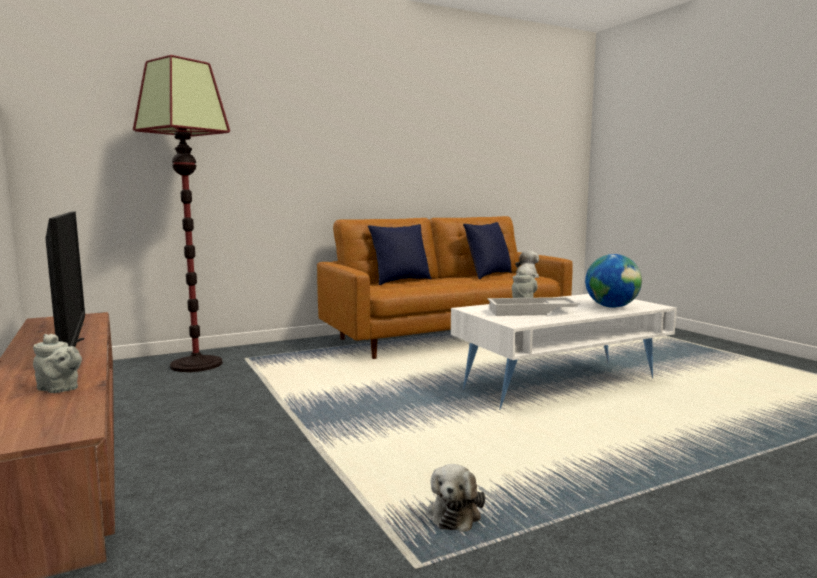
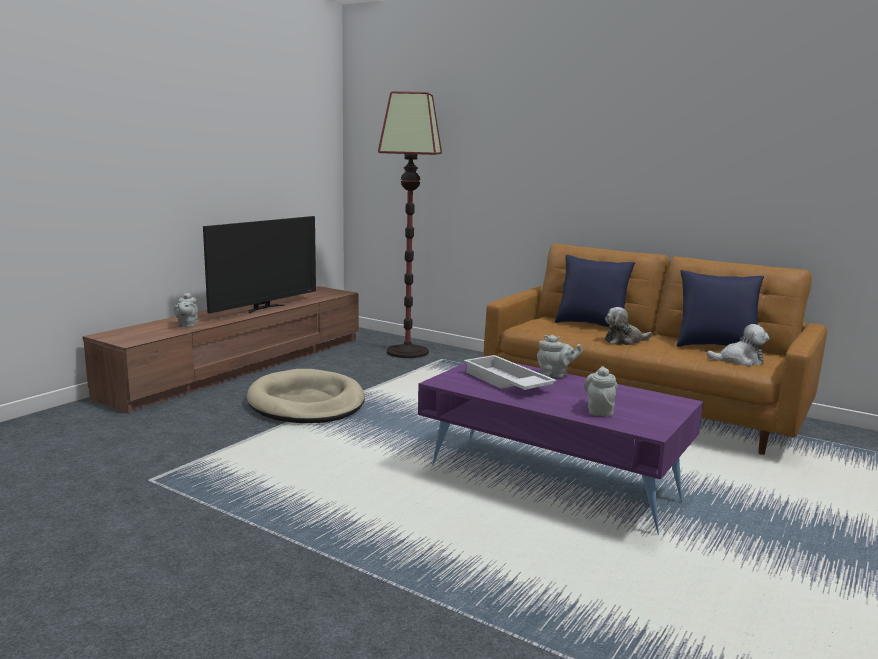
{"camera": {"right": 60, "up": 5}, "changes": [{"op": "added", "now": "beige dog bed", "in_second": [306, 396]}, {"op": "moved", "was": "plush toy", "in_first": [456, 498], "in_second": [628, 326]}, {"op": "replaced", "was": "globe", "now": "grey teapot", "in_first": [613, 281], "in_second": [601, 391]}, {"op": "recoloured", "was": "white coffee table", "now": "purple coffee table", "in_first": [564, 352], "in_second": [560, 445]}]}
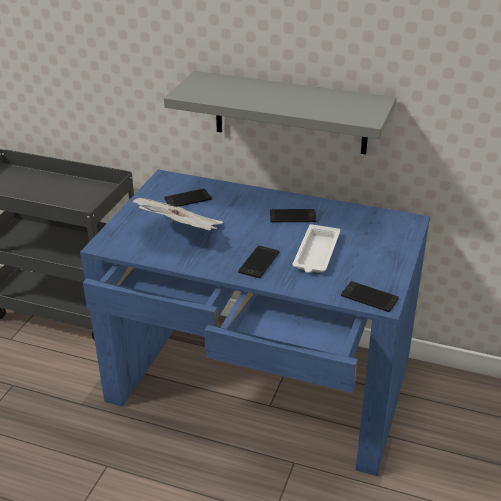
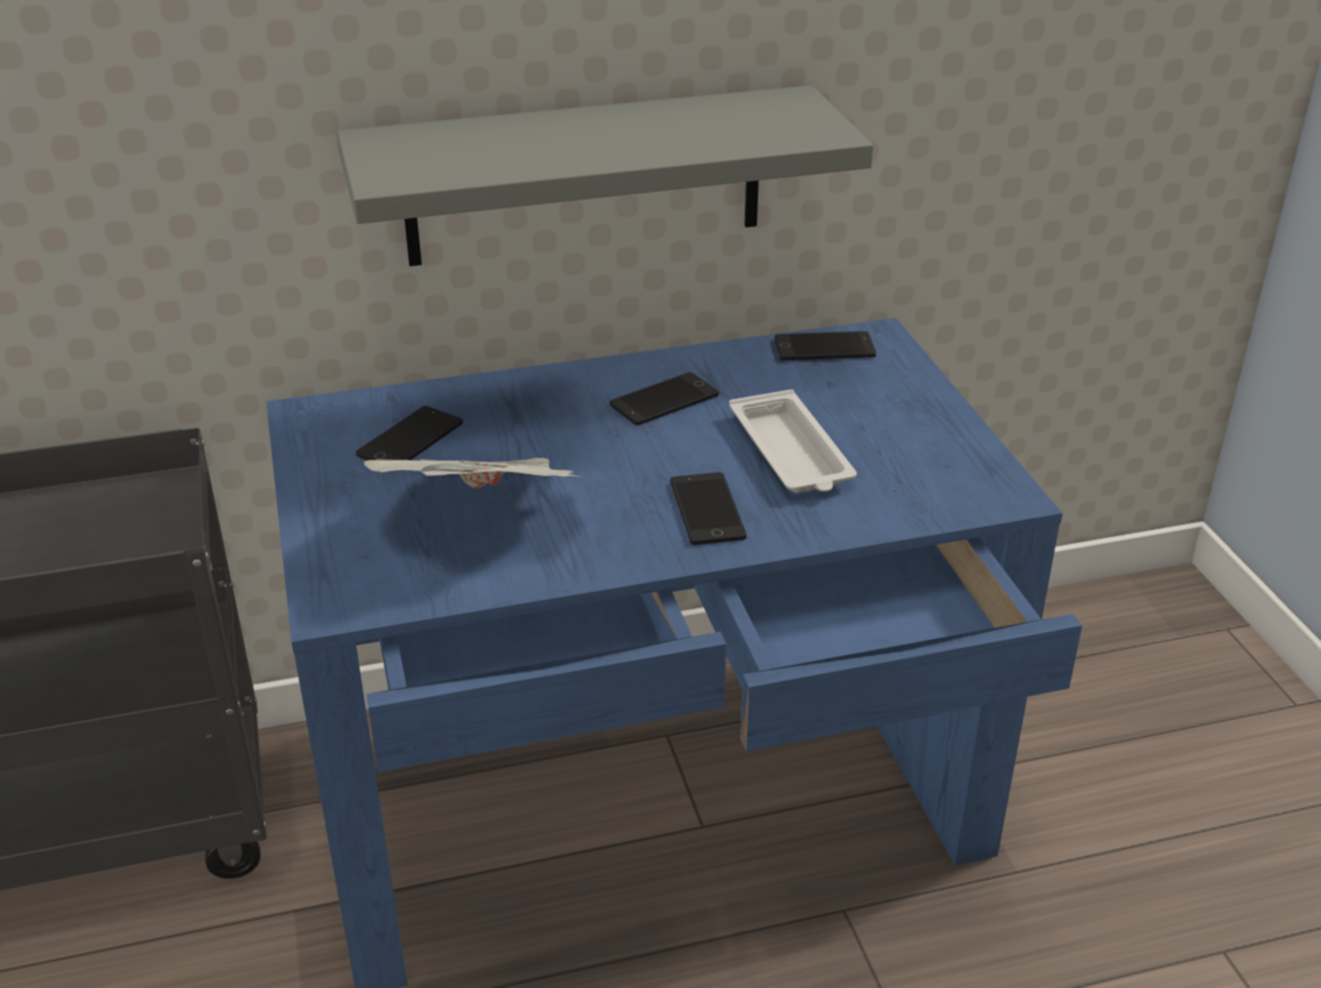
{"camera": {"right": -35, "up": 0}, "changes": [{"op": "moved", "was": "phone", "in_first": [370, 296], "in_second": [825, 346]}]}
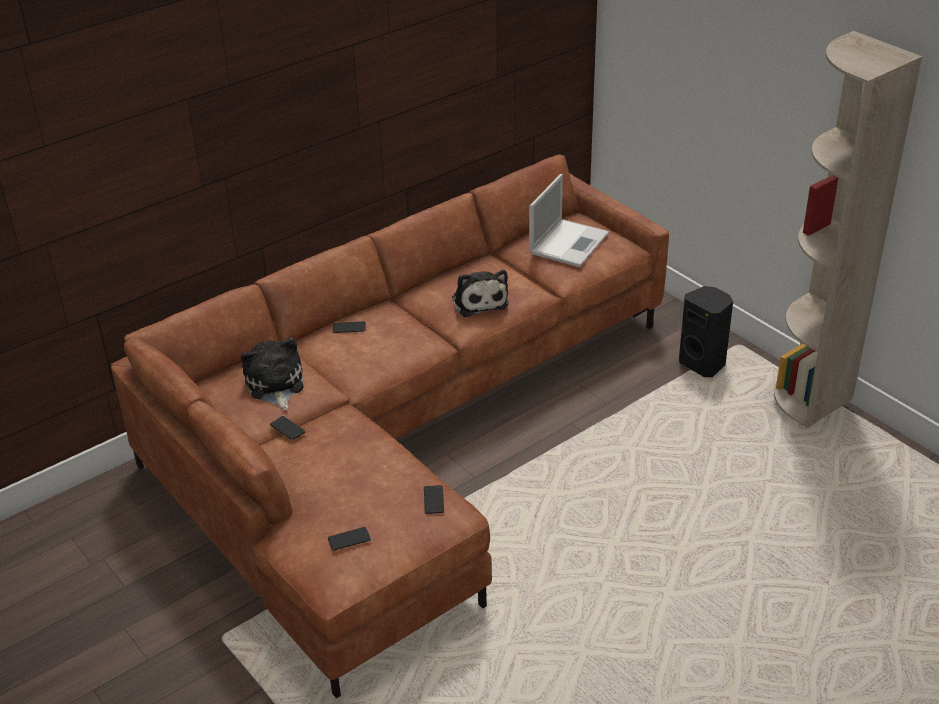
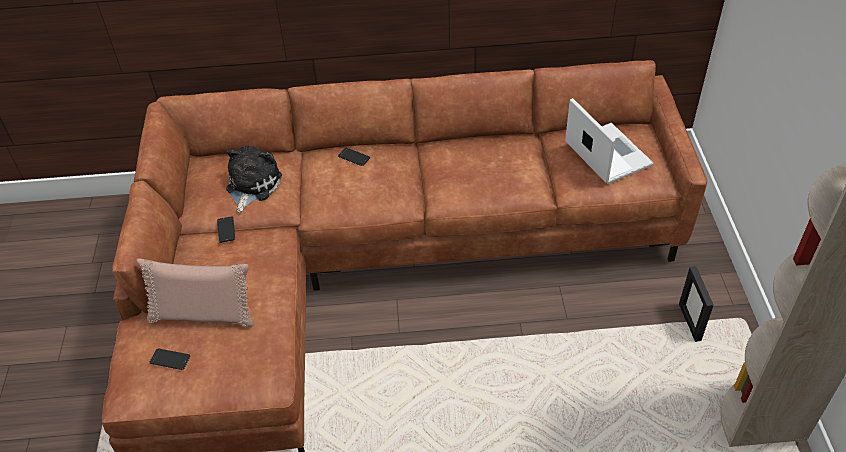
{"camera": {"right": 35, "up": 10}, "changes": [{"op": "removed", "was": "phone", "in_first": [434, 499]}, {"op": "removed", "was": "plush toy", "in_first": [480, 293]}, {"op": "added", "now": "beige pillow", "in_second": [195, 292]}, {"op": "replaced", "was": "black speaker", "now": "picture frame", "in_first": [706, 331], "in_second": [696, 304]}, {"op": "turned", "was": "laptop", "in_first": [569, 220], "in_second": [609, 141], "clockwise": -90}]}
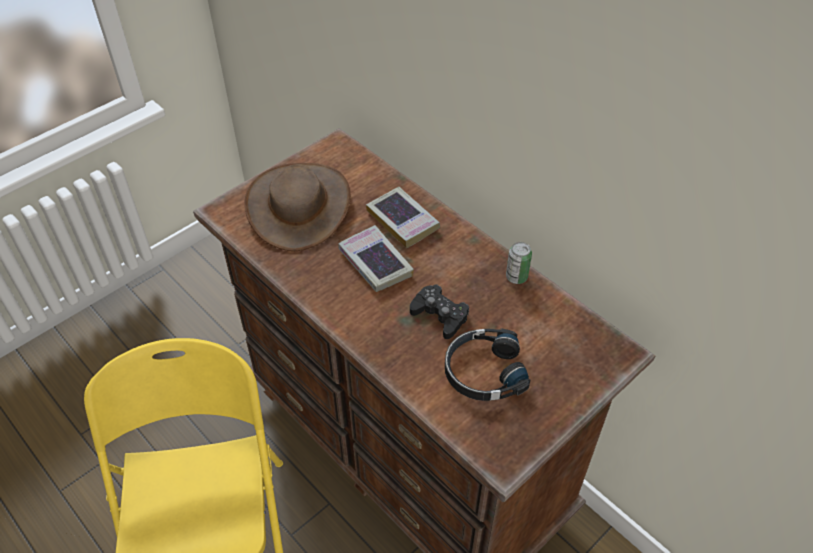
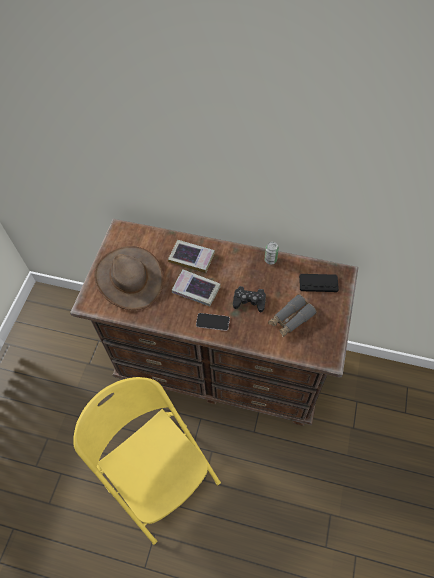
{"camera": {"right": -30, "up": 10}, "changes": [{"op": "added", "now": "phone", "in_second": [213, 322]}, {"op": "added", "now": "black game controller", "in_second": [319, 283]}, {"op": "replaced", "was": "black headphones", "now": "grey binoculars", "in_first": [487, 364], "in_second": [292, 315]}]}
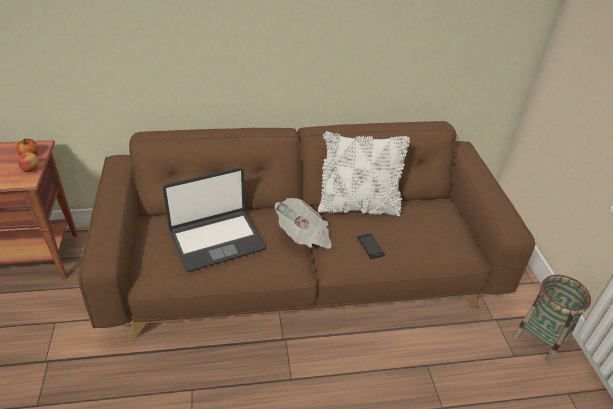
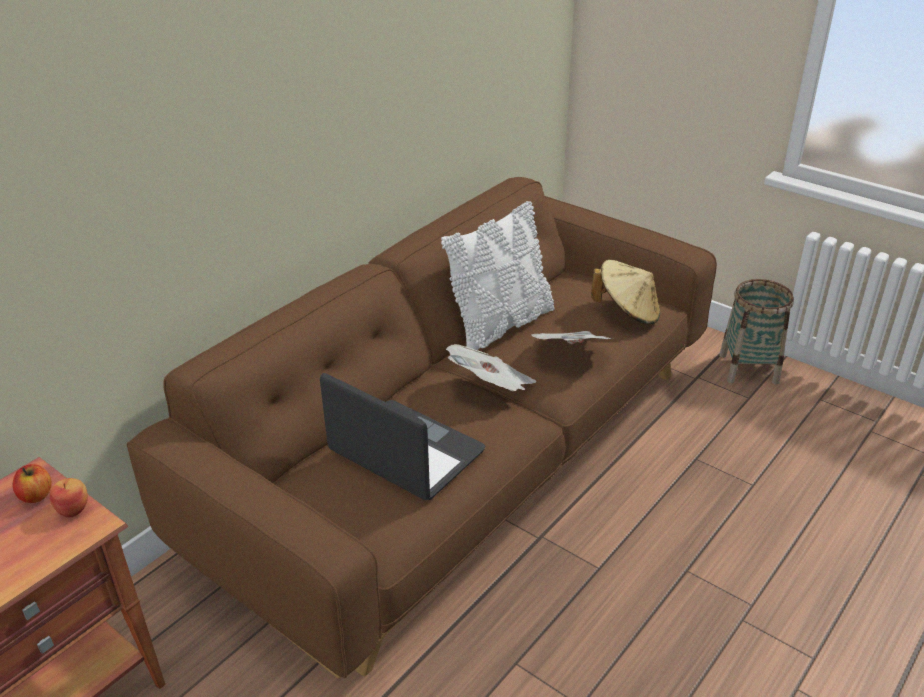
{"camera": {"right": -40, "up": -5}, "changes": [{"op": "added", "now": "beige hat", "in_second": [625, 292]}, {"op": "replaced", "was": "phone", "now": "newspaper", "in_first": [371, 246], "in_second": [571, 337]}, {"op": "turned", "was": "laptop", "in_first": [214, 219], "in_second": [402, 436], "clockwise": -75}]}
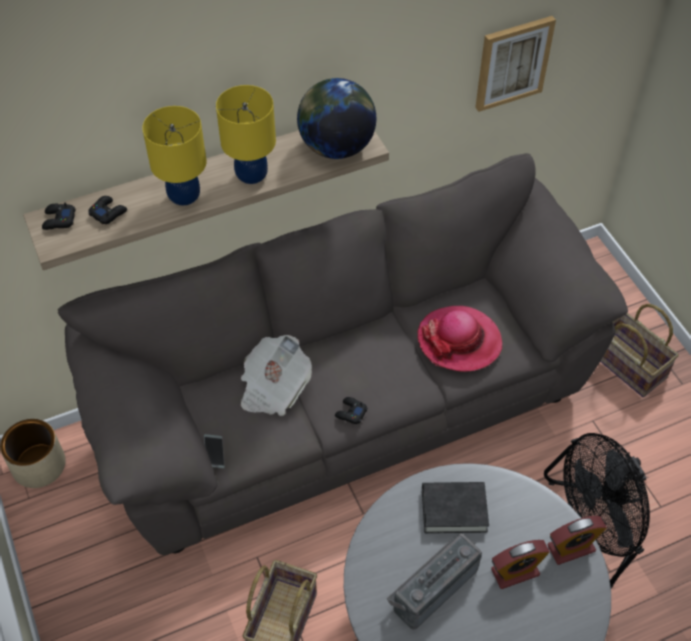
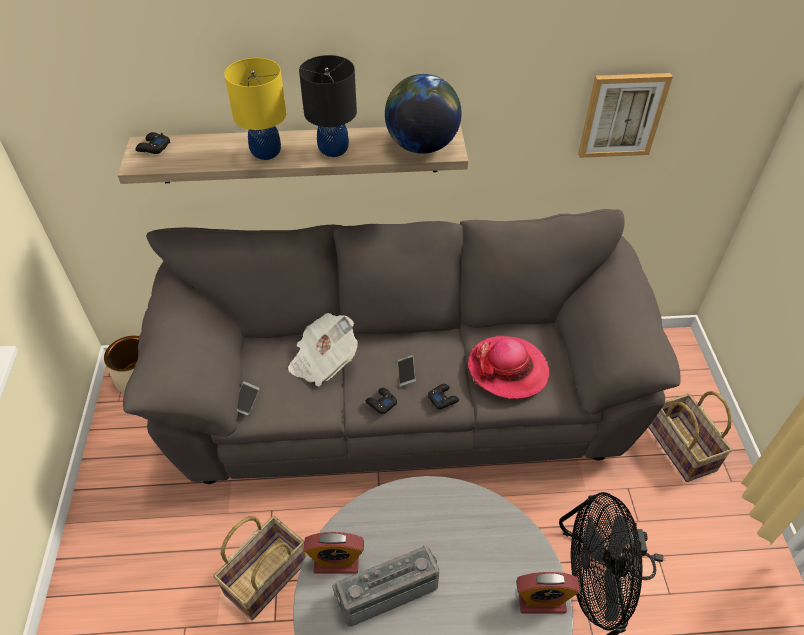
{"camera": {"right": 20, "up": -5}, "changes": [{"op": "removed", "was": "black book", "in_first": [455, 507]}, {"op": "added", "now": "phone", "in_second": [407, 371]}, {"op": "moved", "was": "black game controller", "in_first": [107, 210], "in_second": [443, 396]}, {"op": "moved", "was": "alarm clock", "in_first": [520, 564], "in_second": [333, 553]}, {"op": "recoloured", "was": "yellow table lamp", "now": "black table lamp", "in_first": [246, 134], "in_second": [328, 106]}]}
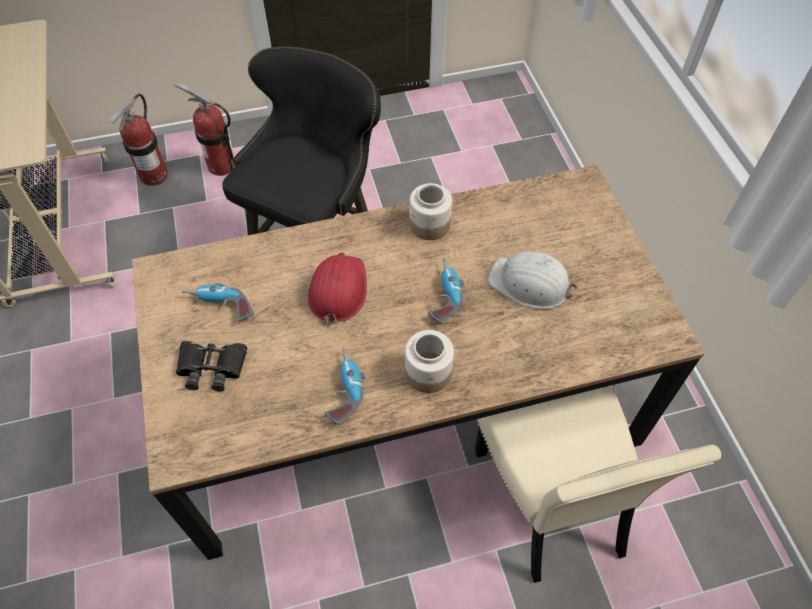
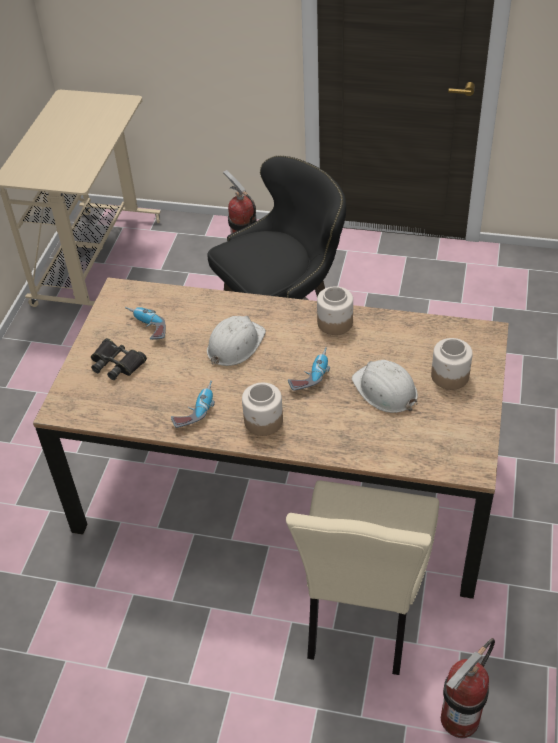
{"camera": {"right": 30, "up": -10}, "changes": [{"op": "added", "now": "jar", "in_second": [452, 364]}, {"op": "moved", "was": "fire extinguisher", "in_first": [137, 139], "in_second": [468, 688]}, {"op": "recoloured", "was": "red hard hat", "now": "white hard hat", "in_first": [337, 289], "in_second": [236, 341]}]}
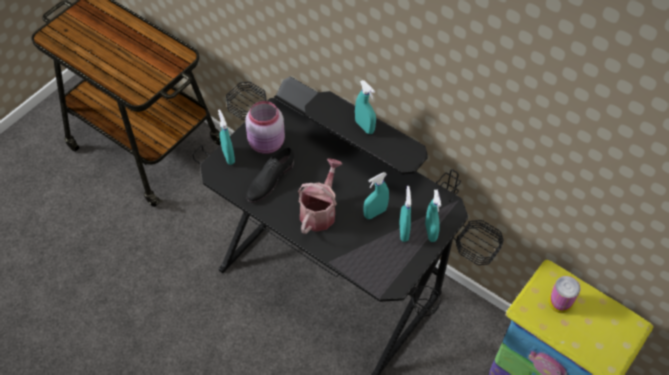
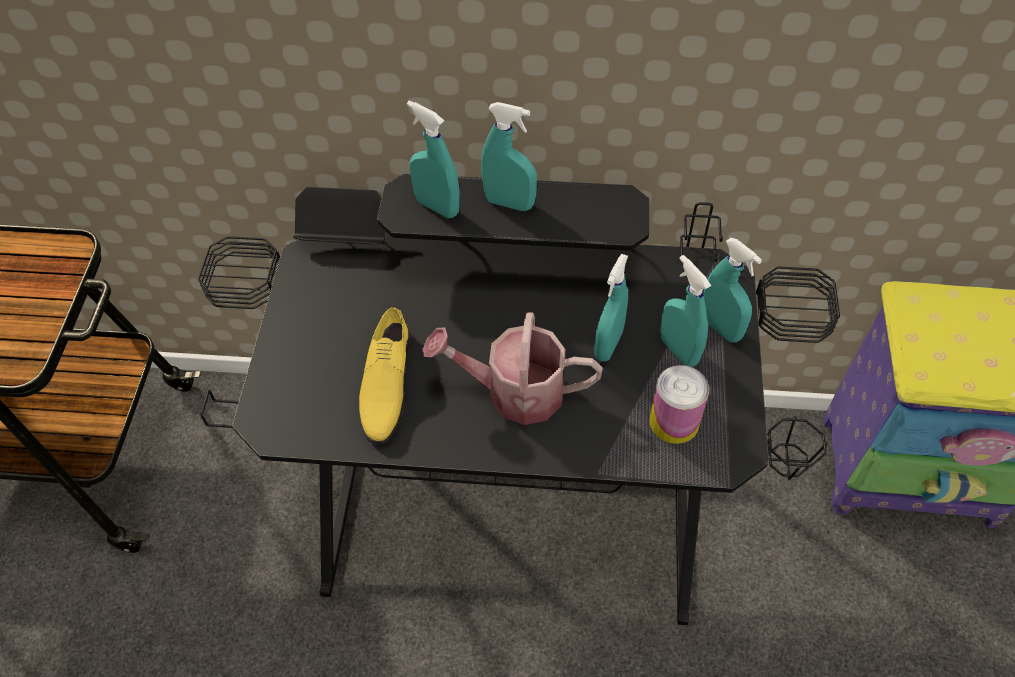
{"camera": {"right": -30, "up": 0}, "changes": [{"op": "removed", "was": "pink jar", "in_first": [265, 127]}, {"op": "moved", "was": "turquoise spray bottle", "in_first": [226, 137], "in_second": [433, 159]}, {"op": "moved", "was": "can", "in_first": [564, 294], "in_second": [679, 404]}, {"op": "recoloured", "was": "black shoe", "now": "yellow shoe", "in_first": [270, 175], "in_second": [384, 375]}, {"op": "turned", "was": "watering can", "in_first": [320, 196], "in_second": [513, 368], "clockwise": -75}]}
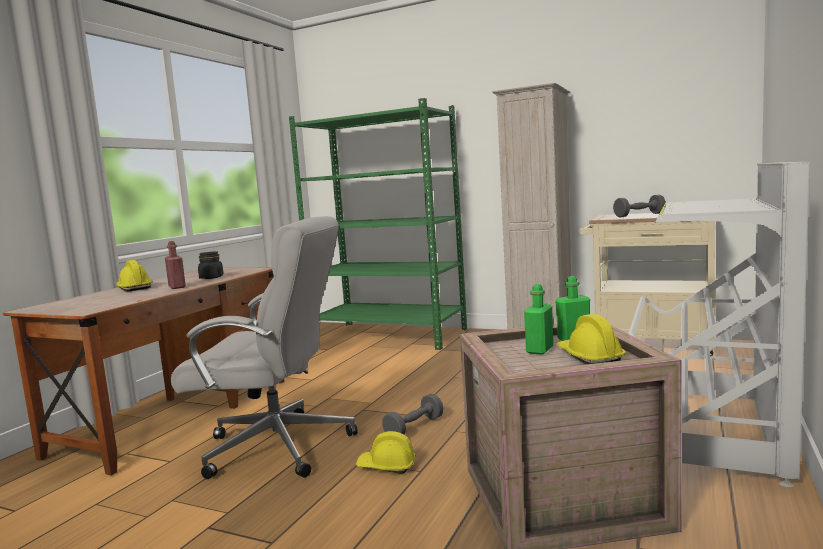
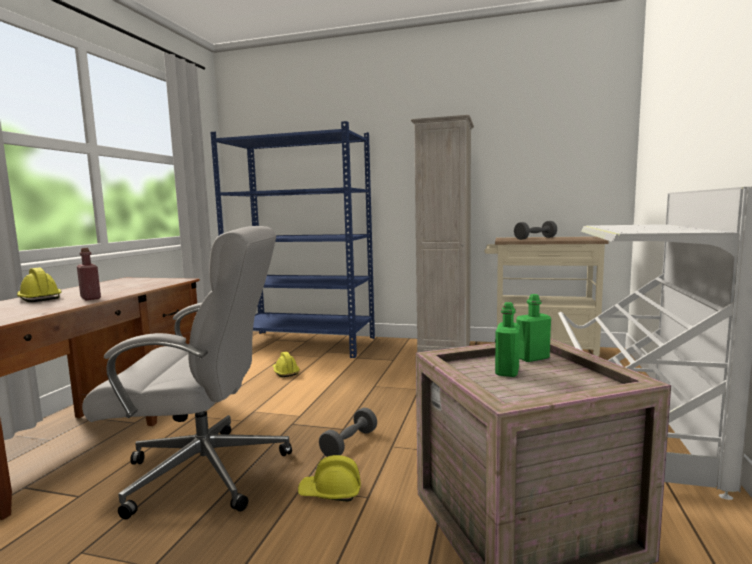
{"camera": {"right": -10, "up": 0}, "changes": [{"op": "removed", "was": "black jar", "in_first": [211, 265]}, {"op": "moved", "was": "yellow hard hat", "in_first": [591, 339], "in_second": [286, 364]}, {"op": "recoloured", "was": "green bookcase", "now": "blue bookcase", "in_first": [378, 224], "in_second": [293, 239]}]}
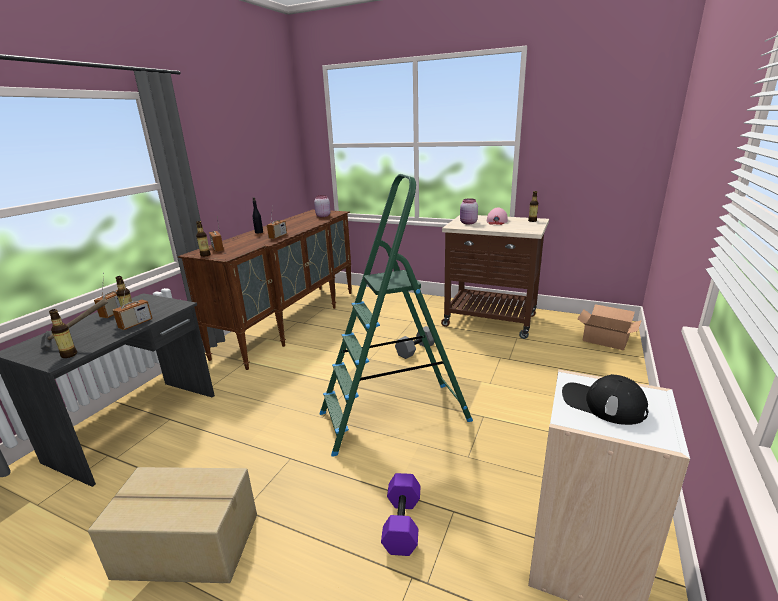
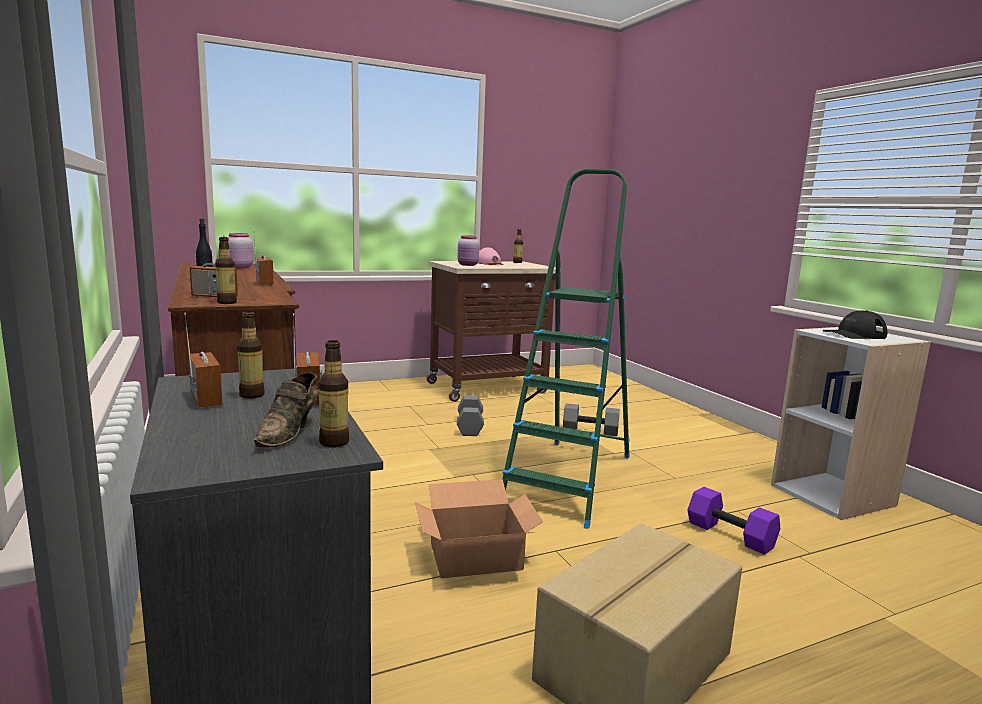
{"camera": {"right": -50, "up": -10}, "changes": [{"op": "added", "now": "grey dumbbell", "in_second": [591, 419]}, {"op": "moved", "was": "cardboard box", "in_first": [609, 327], "in_second": [479, 529]}, {"op": "replaced", "was": "hammer", "now": "brown shoe", "in_first": [74, 324], "in_second": [286, 409]}]}
